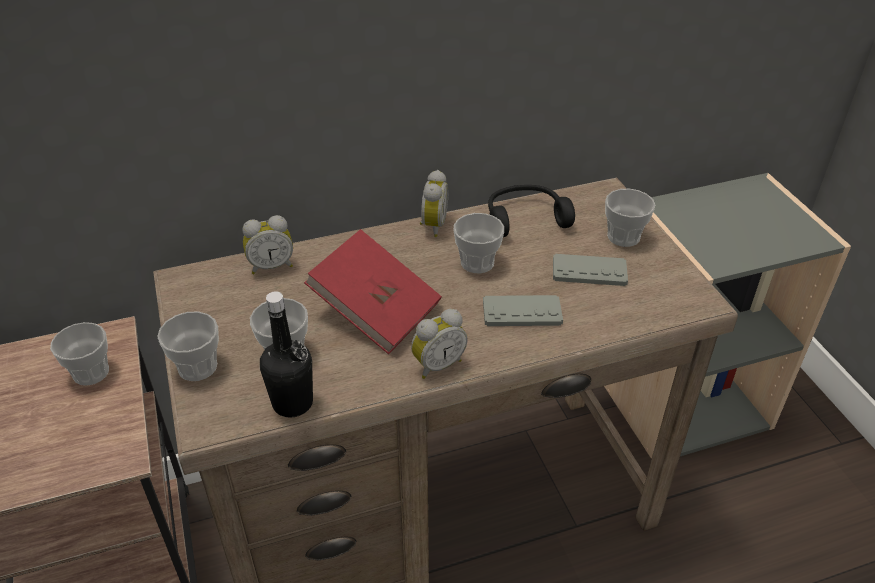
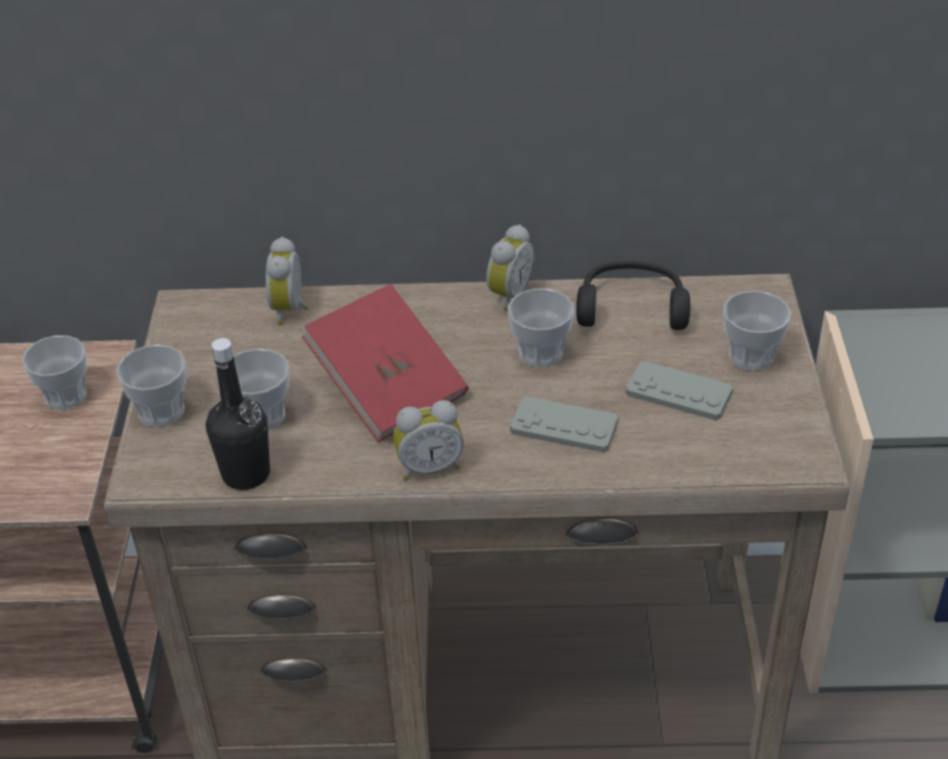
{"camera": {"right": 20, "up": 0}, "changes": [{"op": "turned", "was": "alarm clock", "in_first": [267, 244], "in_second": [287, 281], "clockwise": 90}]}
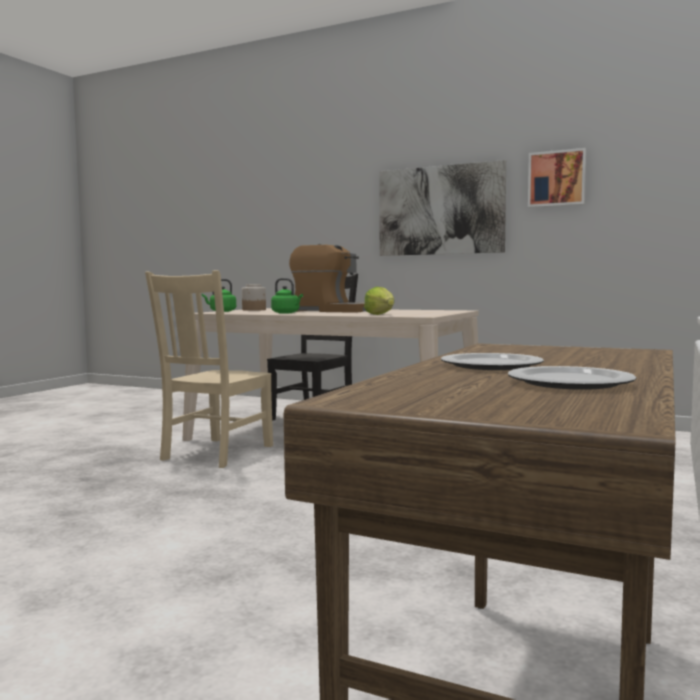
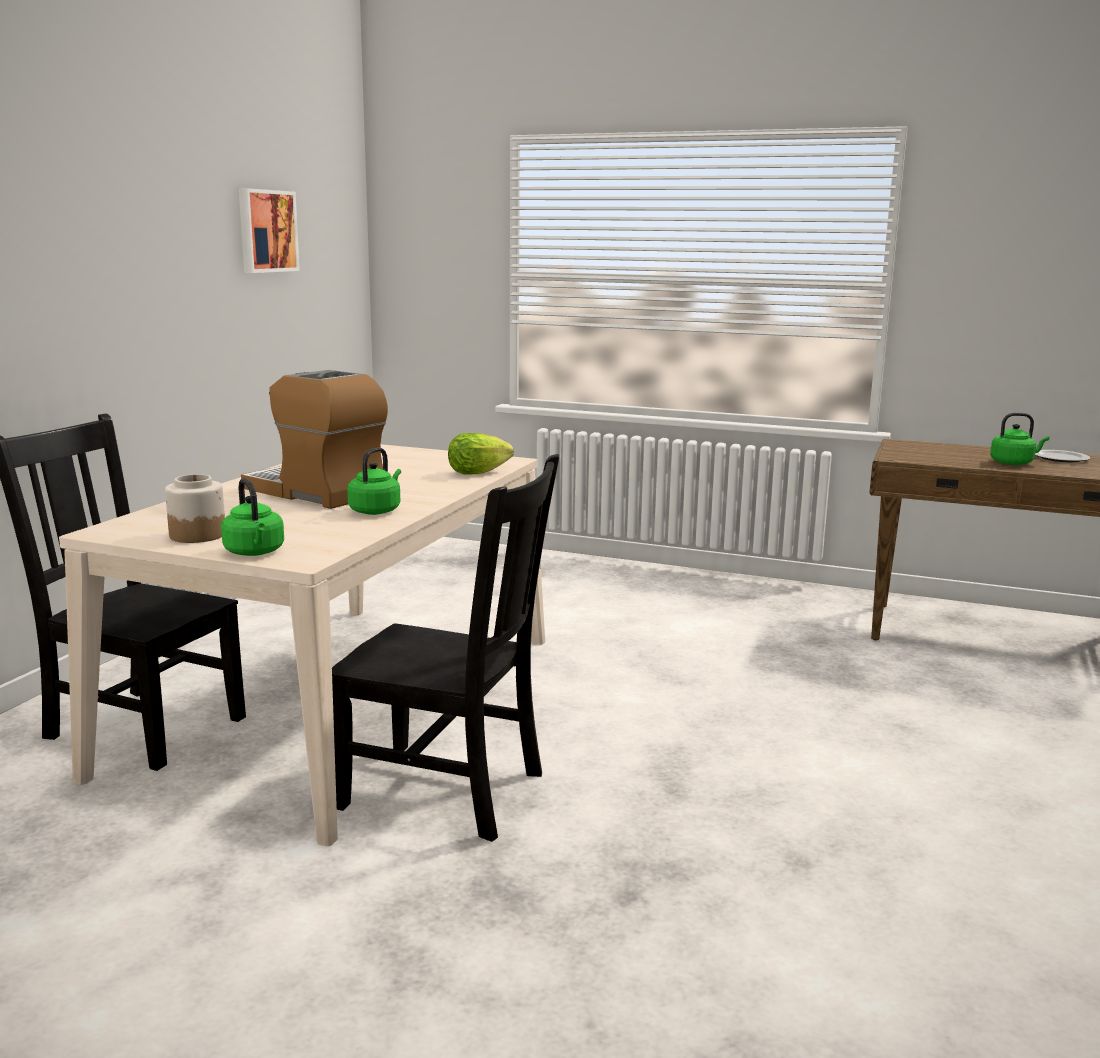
{"camera": {"right": -95, "up": 10}, "changes": [{"op": "removed", "was": "picture", "in_first": [442, 208]}, {"op": "replaced", "was": "plate", "now": "green kettle", "in_first": [492, 361], "in_second": [1019, 439]}, {"op": "recoloured", "was": "beige chair", "now": "black chair", "in_first": [209, 369], "in_second": [446, 648]}, {"op": "turned", "was": "coffee machine", "in_first": [327, 278], "in_second": [314, 439], "clockwise": -75}]}
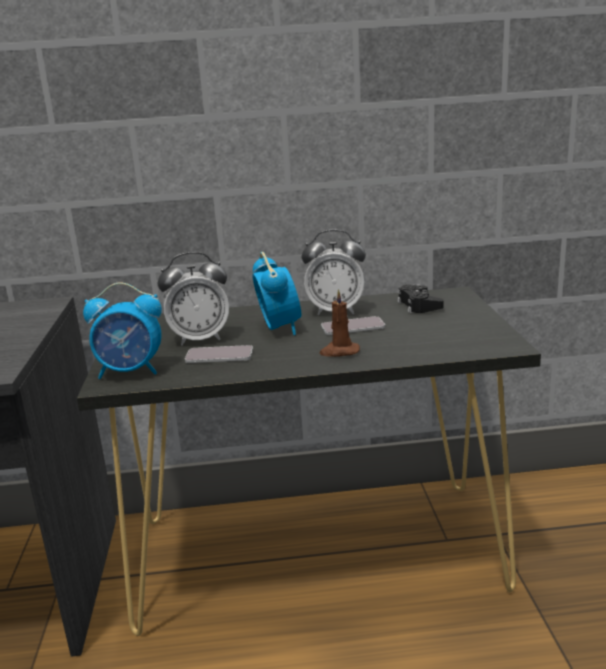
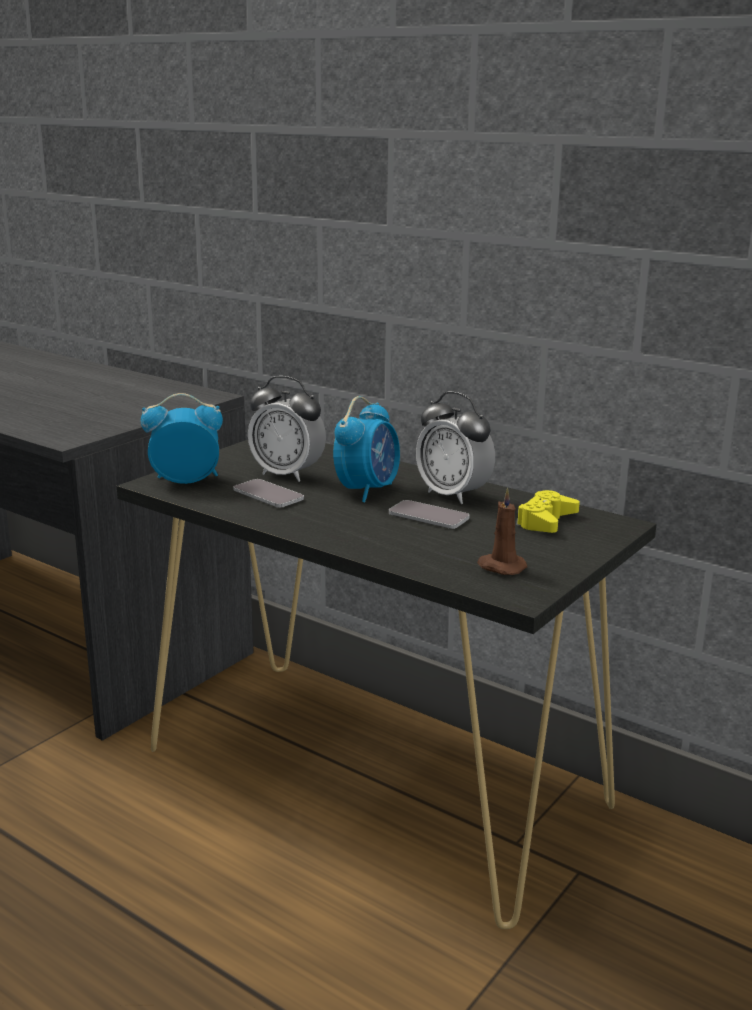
{"camera": {"right": 40, "up": 0}, "changes": [{"op": "moved", "was": "brown candle", "in_first": [339, 323], "in_second": [502, 531]}, {"op": "recoloured", "was": "black game controller", "now": "yellow game controller", "in_first": [420, 298], "in_second": [548, 511]}, {"op": "turned", "was": "alarm clock", "in_first": [122, 330], "in_second": [182, 438], "clockwise": 135}]}
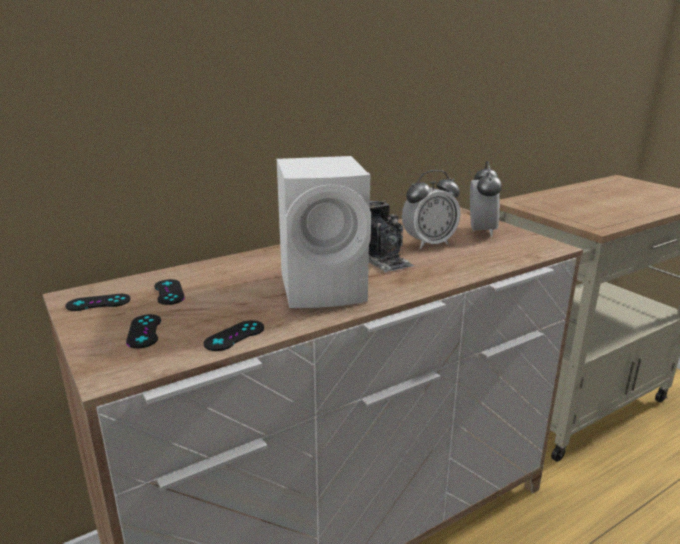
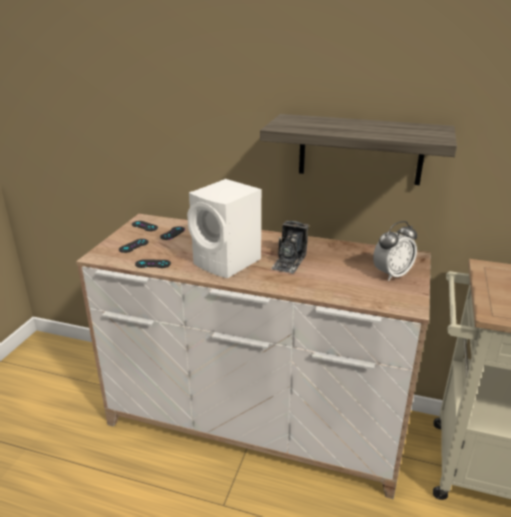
{"camera": {"right": 50, "up": 5}, "changes": [{"op": "removed", "was": "alarm clock", "in_first": [431, 209]}, {"op": "added", "now": "shelf", "in_second": [358, 149]}]}
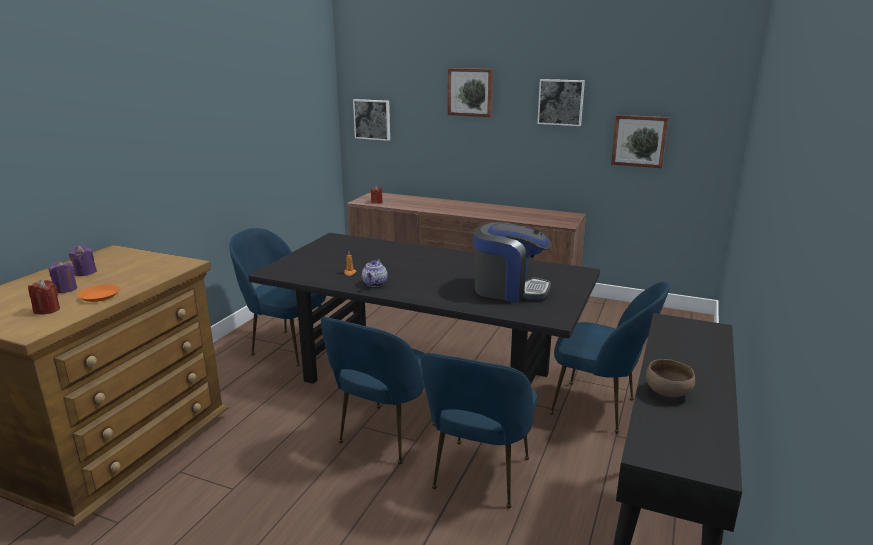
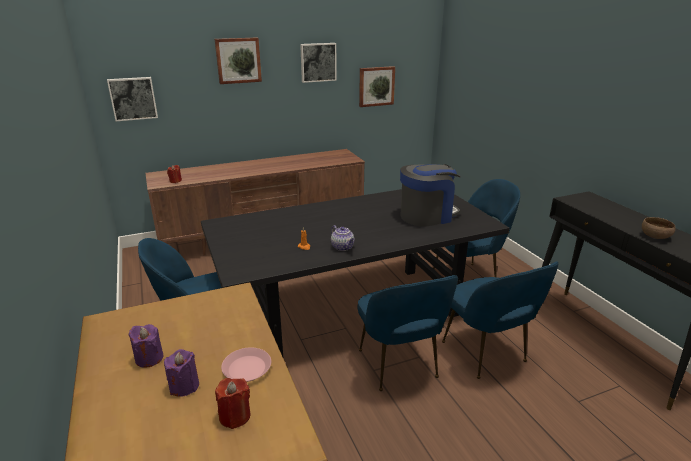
{"camera": {"right": -45, "up": 5}, "changes": [{"op": "recoloured", "was": "orange plate", "now": "pink plate", "in_first": [98, 293], "in_second": [246, 364]}]}
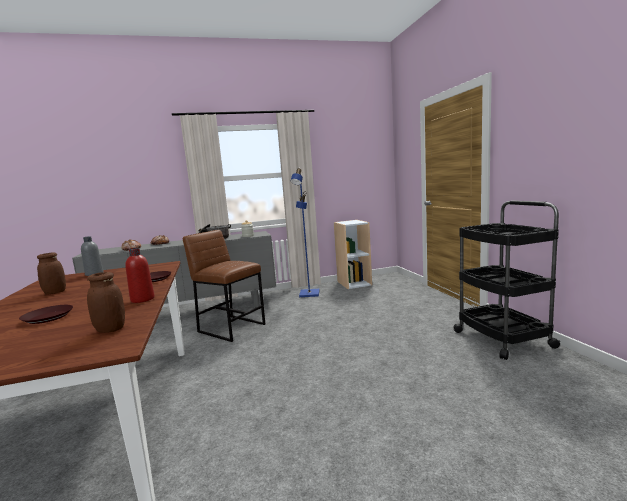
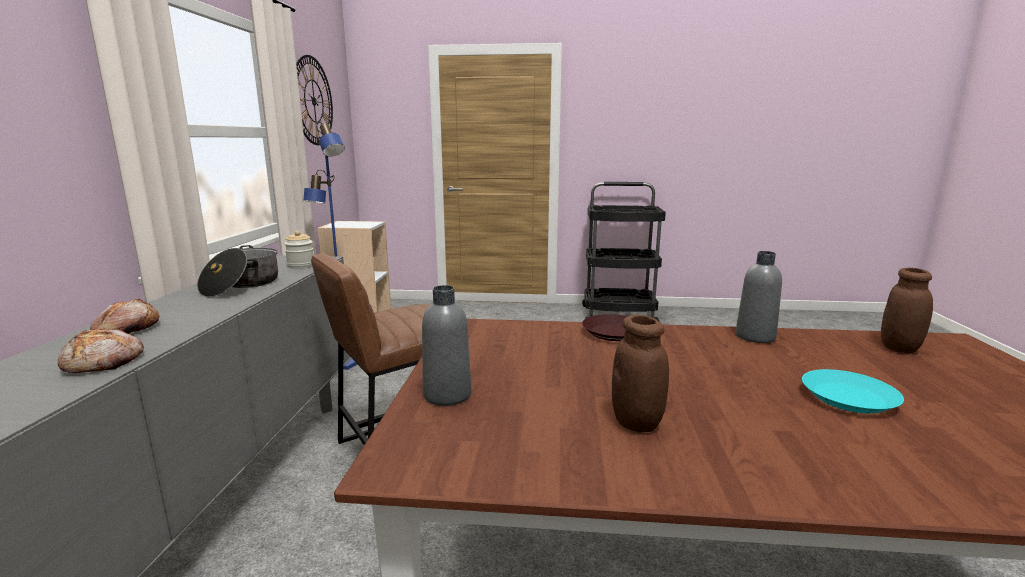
{"camera": {"right": -70, "up": 5}, "changes": [{"op": "added", "now": "wall clock", "in_second": [314, 100]}, {"op": "recoloured", "was": "brown plate", "now": "turquoise plate", "in_first": [46, 314], "in_second": [853, 391]}, {"op": "recoloured", "was": "red bottle", "now": "grey bottle", "in_first": [140, 275], "in_second": [759, 297]}]}
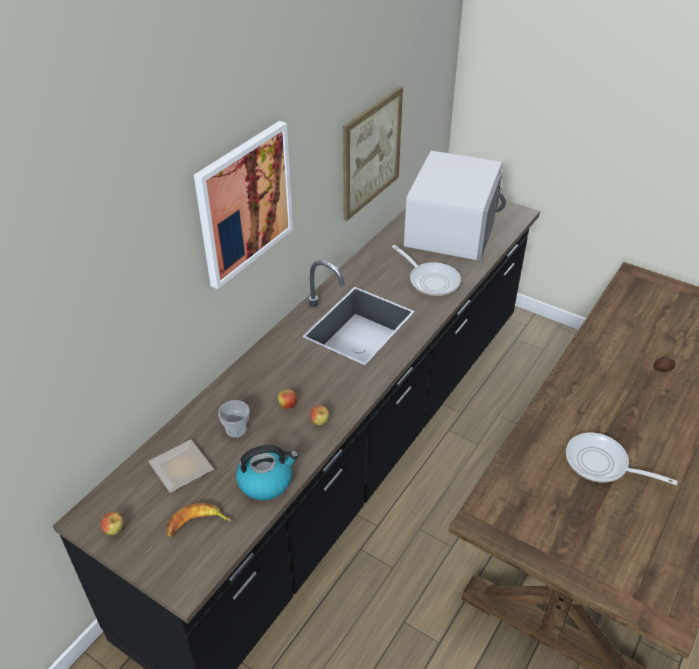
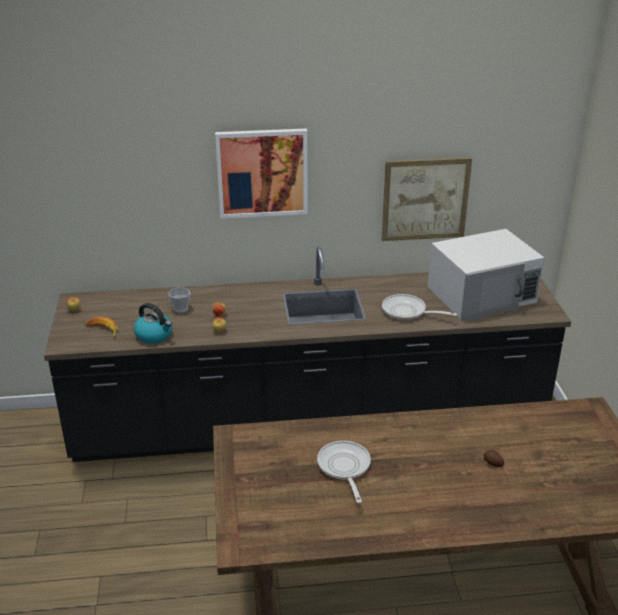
{"camera": {"right": 50, "up": -10}, "changes": [{"op": "removed", "was": "plate", "in_first": [181, 466]}, {"op": "turned", "was": "frying pan", "in_first": [426, 270], "in_second": [419, 307], "clockwise": 105}]}
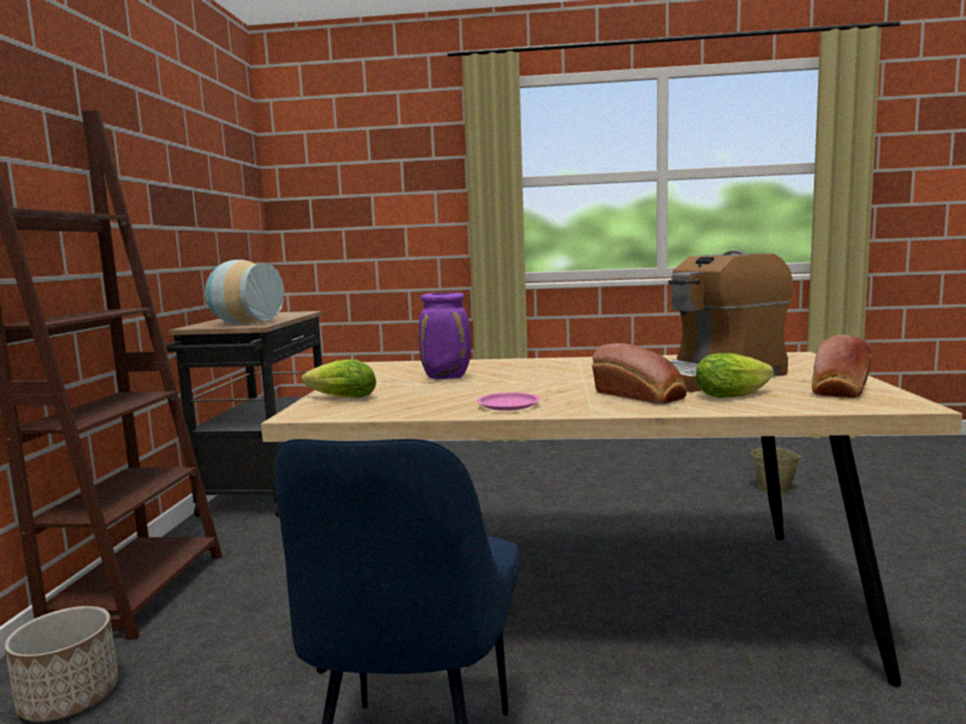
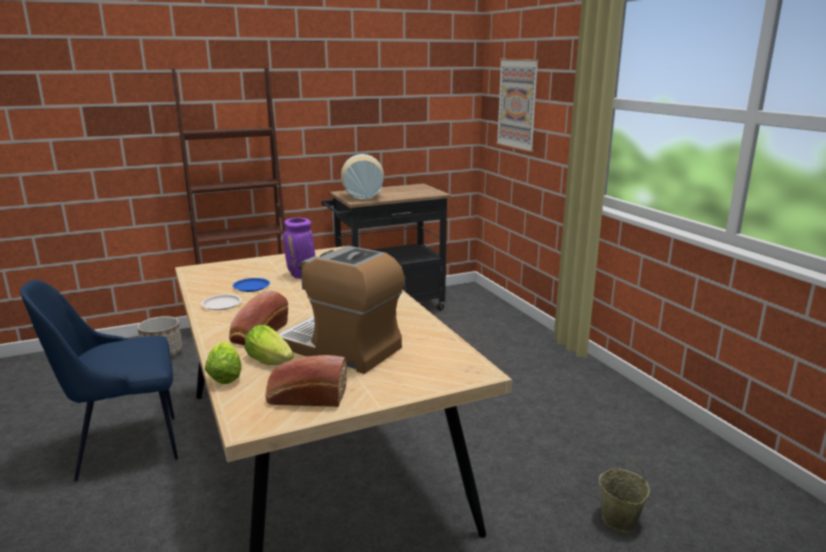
{"camera": {"right": 60, "up": 10}, "changes": [{"op": "added", "now": "blue plate", "in_second": [251, 285]}, {"op": "added", "now": "picture", "in_second": [517, 105]}, {"op": "moved", "was": "lettuce", "in_first": [339, 378], "in_second": [223, 362]}, {"op": "recoloured", "was": "pink plate", "now": "white plate", "in_first": [508, 401], "in_second": [221, 302]}]}
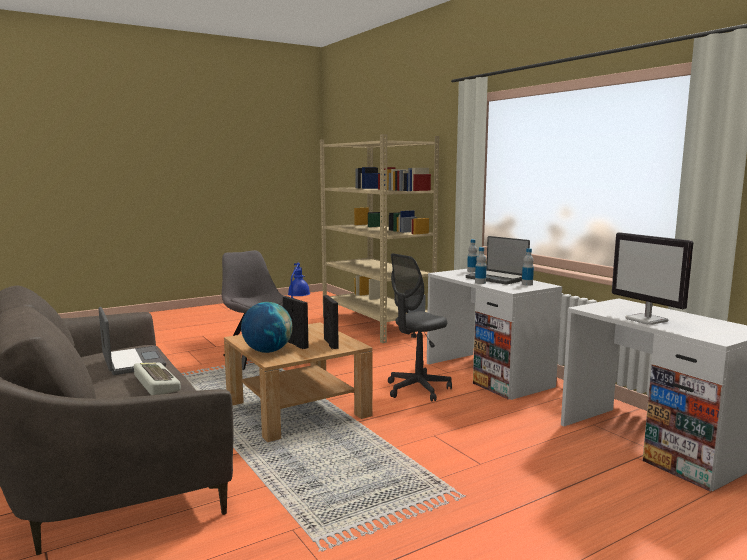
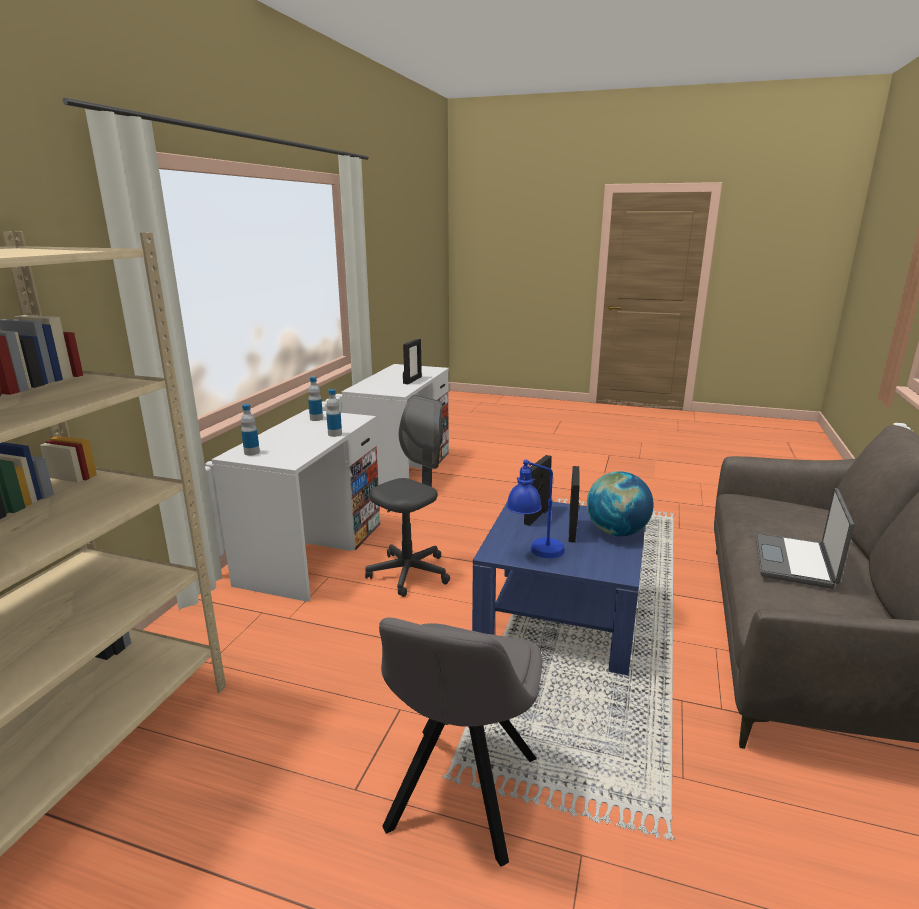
{"camera": {"right": -130, "up": 10}, "changes": [{"op": "removed", "was": "keyboard", "in_first": [157, 379]}, {"op": "removed", "was": "laptop", "in_first": [498, 260]}, {"op": "replaced", "was": "monitor", "now": "picture frame", "in_first": [653, 278], "in_second": [412, 361]}, {"op": "recoloured", "was": "brown coffee table", "now": "blue coffee table", "in_first": [298, 382], "in_second": [558, 588]}, {"op": "turned", "was": "grey office chair", "in_first": [420, 327], "in_second": [407, 496], "clockwise": -60}]}
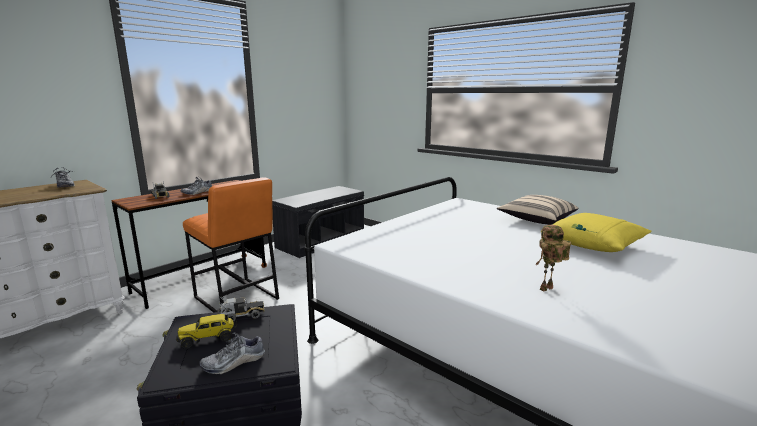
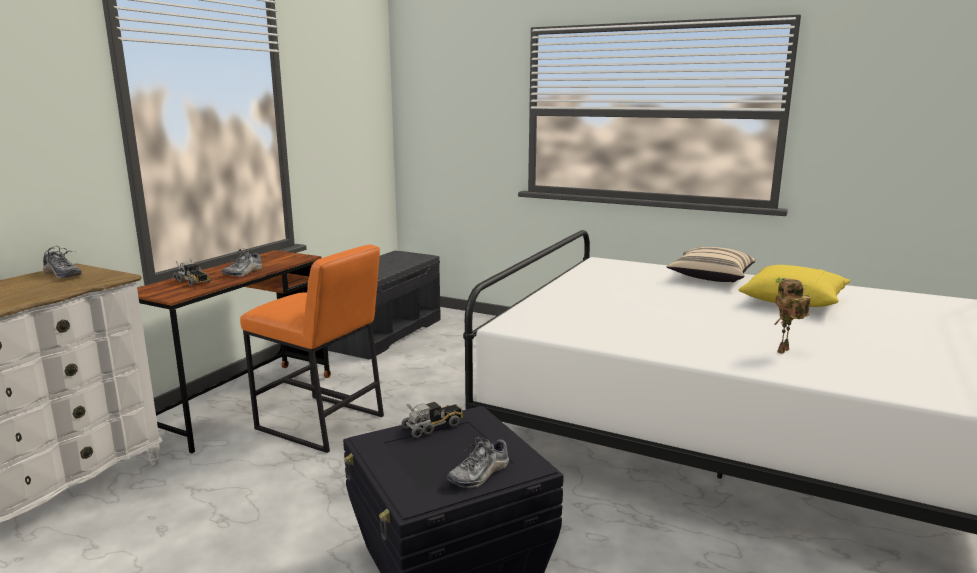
{"camera": {"right": -15, "up": 0}, "changes": [{"op": "removed", "was": "toy truck", "in_first": [206, 331]}]}
